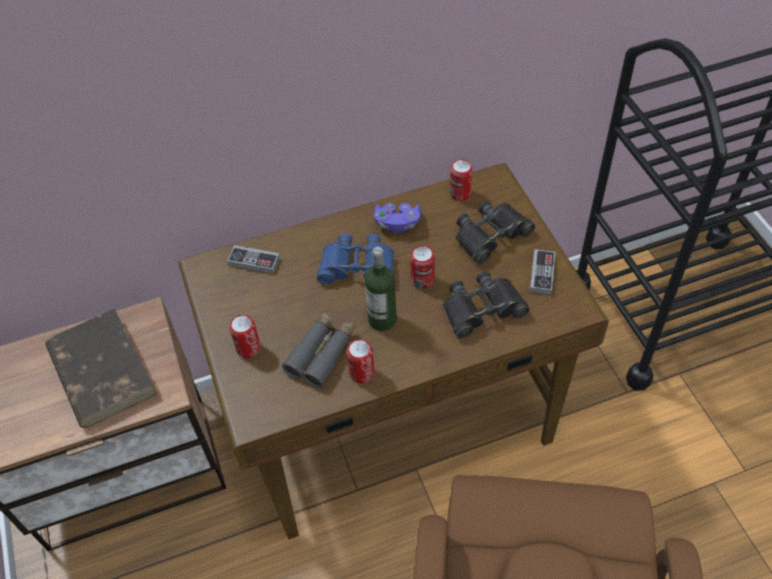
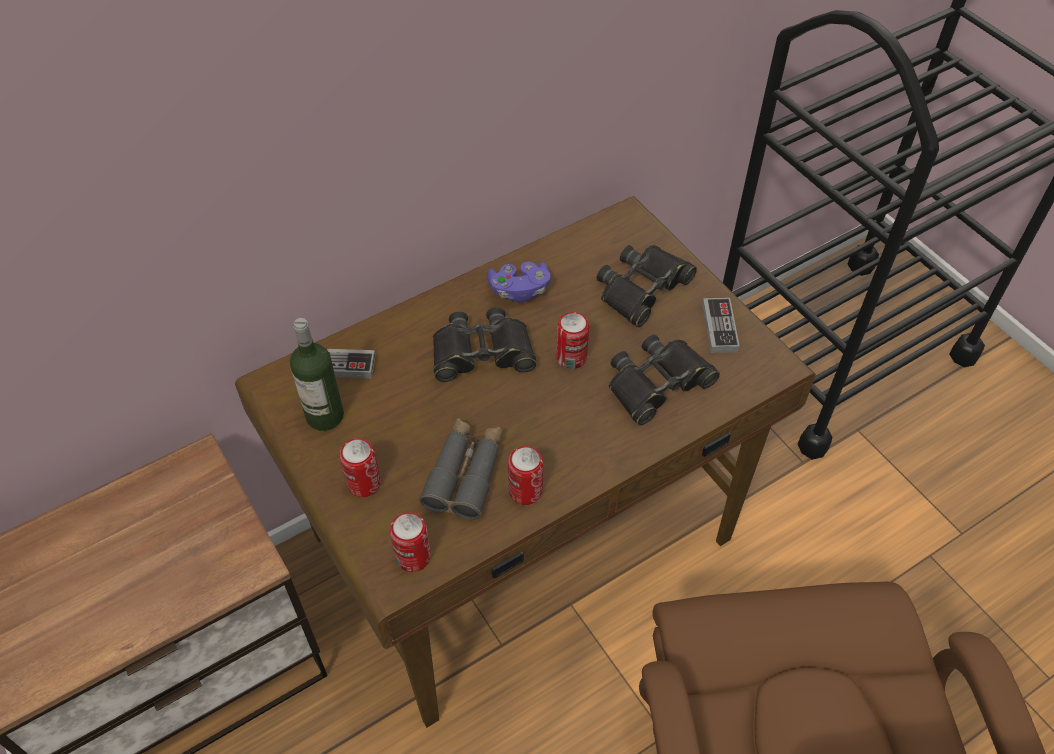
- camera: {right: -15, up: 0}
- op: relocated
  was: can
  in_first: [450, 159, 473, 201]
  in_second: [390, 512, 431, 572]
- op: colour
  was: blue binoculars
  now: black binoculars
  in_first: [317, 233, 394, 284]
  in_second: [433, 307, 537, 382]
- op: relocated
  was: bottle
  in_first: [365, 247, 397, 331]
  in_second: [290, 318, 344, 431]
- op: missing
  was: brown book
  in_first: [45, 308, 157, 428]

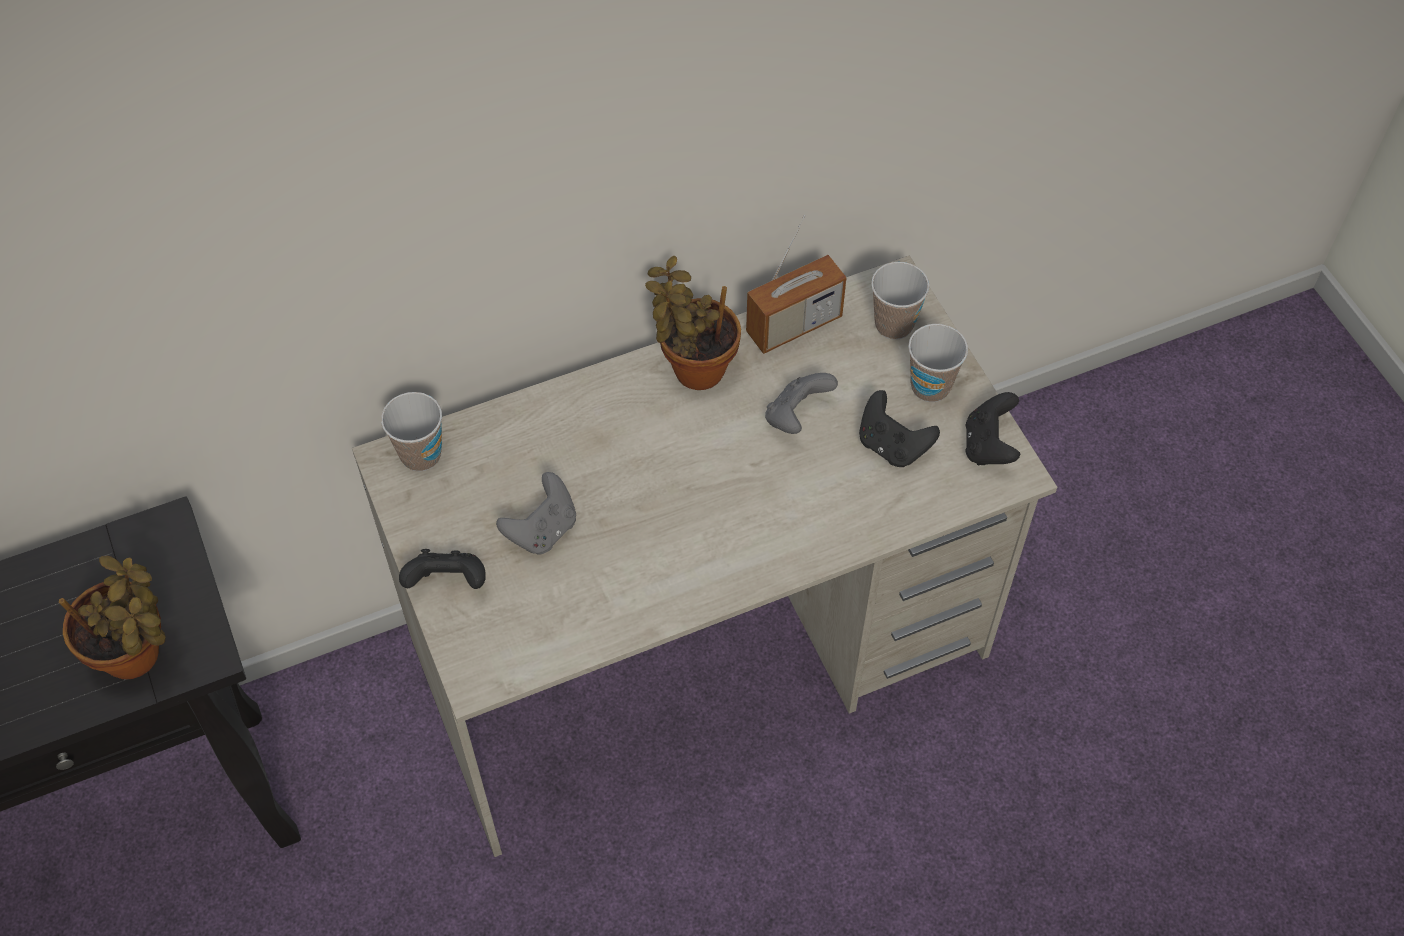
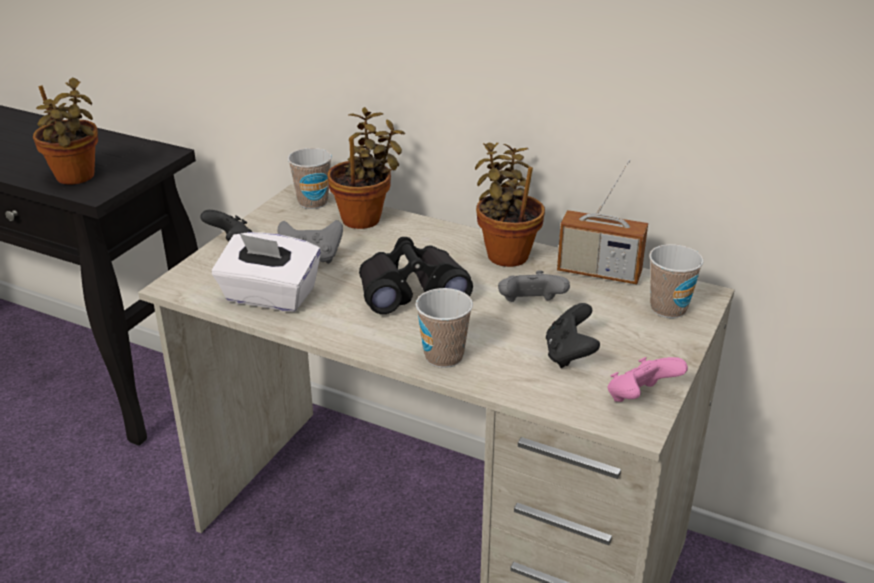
- camera: {right: 50, up: -25}
- op: relocated
  was: cup
  in_first: [908, 324, 968, 402]
  in_second: [415, 288, 473, 368]
- op: colour
  was: black game controller
  now: pink game controller
  in_first: [965, 392, 1020, 465]
  in_second: [608, 357, 688, 402]
- op: appeared
  now: potted plant
  in_second: [328, 107, 405, 229]
- op: appeared
  now: white tissue box
  in_second: [212, 232, 321, 312]
- op: appeared
  now: black binoculars
  in_second: [359, 237, 473, 314]

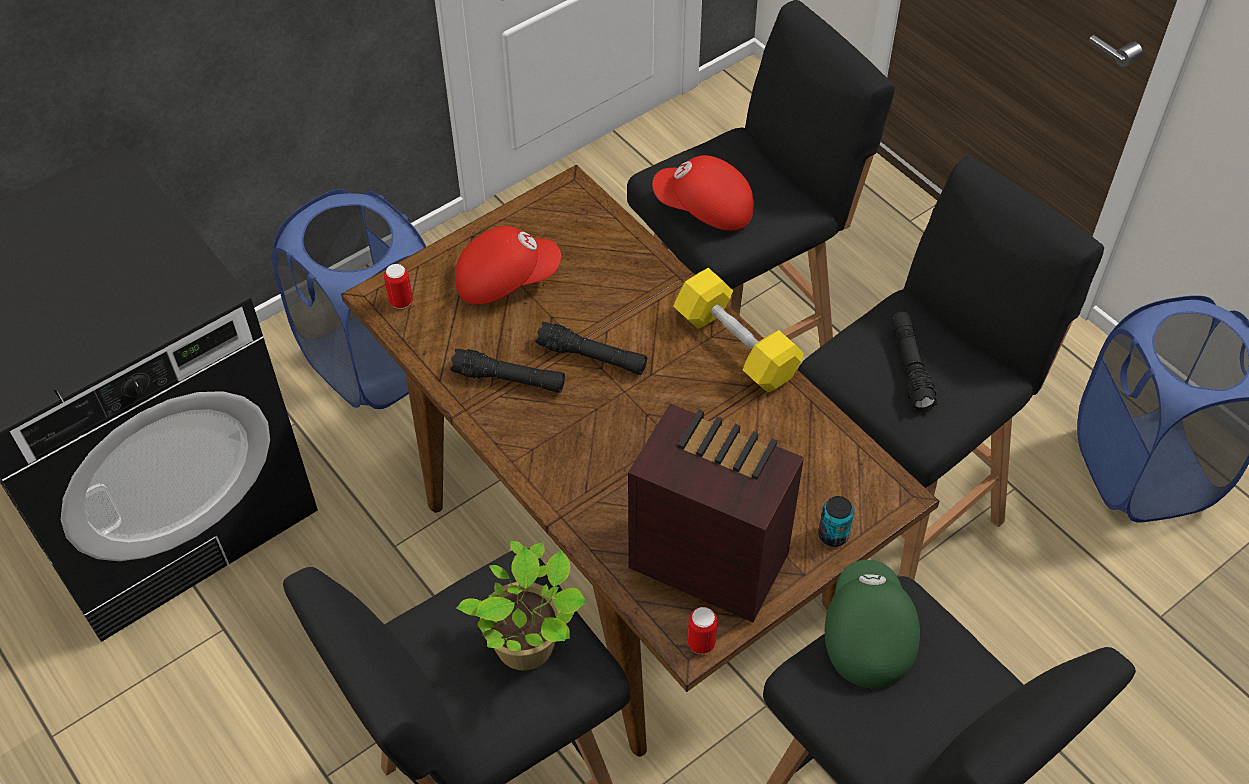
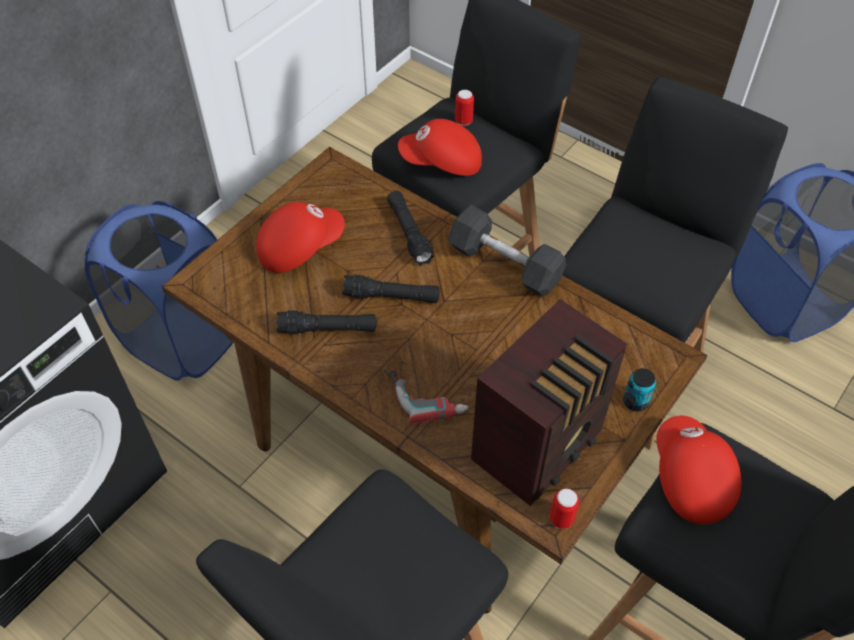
- camera: {right: -15, up: 0}
- op: relocated
  was: can
  in_first: [384, 264, 413, 309]
  in_second: [455, 90, 474, 126]
- op: colour
  was: yellow dumbbell
  now: black dumbbell
  in_first: [673, 268, 804, 393]
  in_second: [448, 205, 566, 297]
- op: relocated
  was: black flashlight
  in_first: [891, 312, 937, 412]
  in_second: [387, 191, 435, 266]
- op: spun
  was: radio
  in_first: [628, 403, 804, 622]
  in_second: [471, 299, 627, 506]
  clockwise: 120
- op: missing
  was: potted plant
  in_first: [456, 541, 586, 671]
- op: colour
  was: green cap
  now: red cap
  in_first: [825, 560, 920, 688]
  in_second: [656, 416, 741, 524]
- op: appeared
  now: power drill
  in_second: [383, 367, 469, 424]

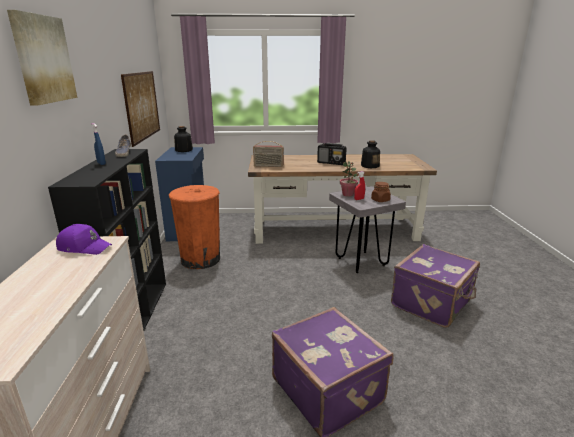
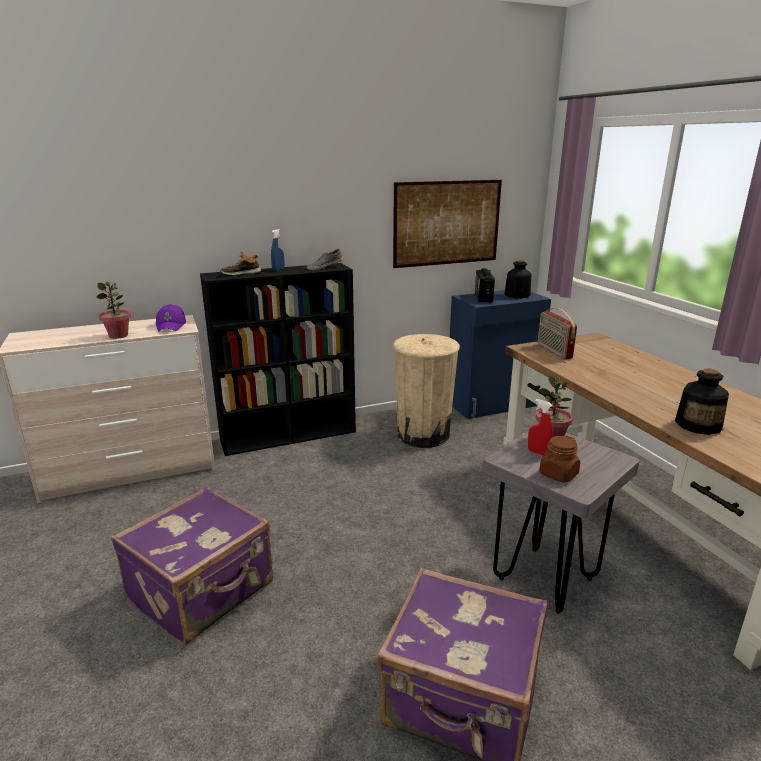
- camera: {right: 70, up: 0}
- op: missing
  was: picture
  in_first: [7, 10, 77, 105]
- op: relocated
  was: radio
  in_first: [317, 143, 347, 165]
  in_second: [475, 268, 495, 303]
- op: colour
  was: orange trash can
  now: beige trash can
  in_first: [169, 185, 220, 269]
  in_second: [393, 334, 460, 448]
- op: appeared
  now: shoe
  in_second: [220, 252, 261, 275]
- op: appeared
  now: potted plant
  in_second: [96, 281, 131, 339]

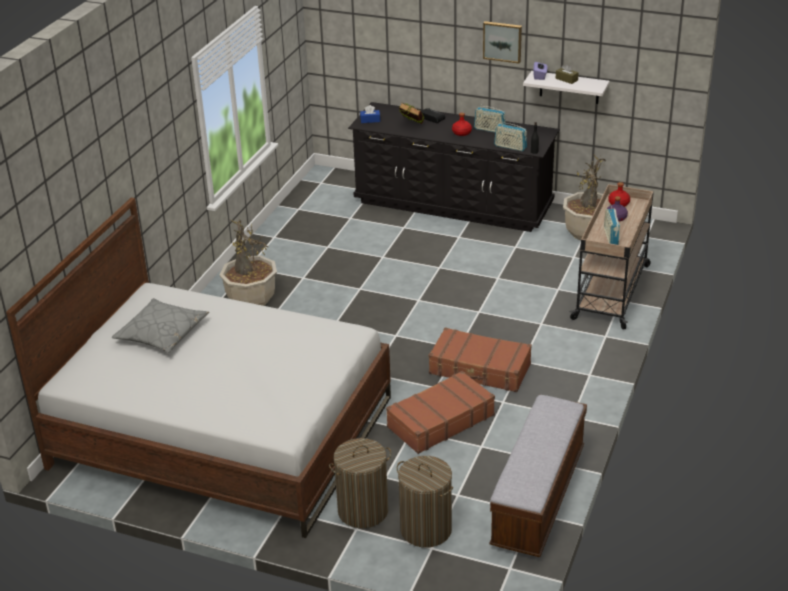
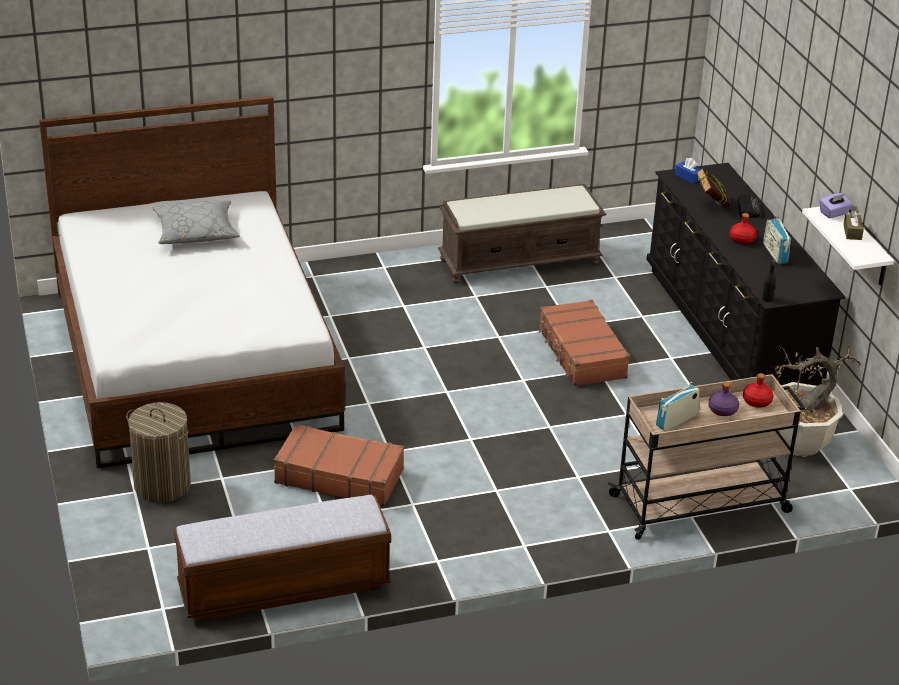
- camera: {right: 50, up: 0}
- op: missing
  was: picture
  in_first: [483, 21, 522, 63]
- op: missing
  was: radio
  in_first: [494, 123, 527, 151]
- op: missing
  was: potted plant
  in_first: [220, 219, 277, 306]
- op: relocated
  was: brown suitcase
  in_first: [429, 327, 532, 392]
  in_second: [538, 300, 630, 386]
- op: missing
  was: laundry basket
  in_first: [397, 456, 453, 548]
- op: appeared
  now: brown bench
  in_second: [438, 184, 607, 284]

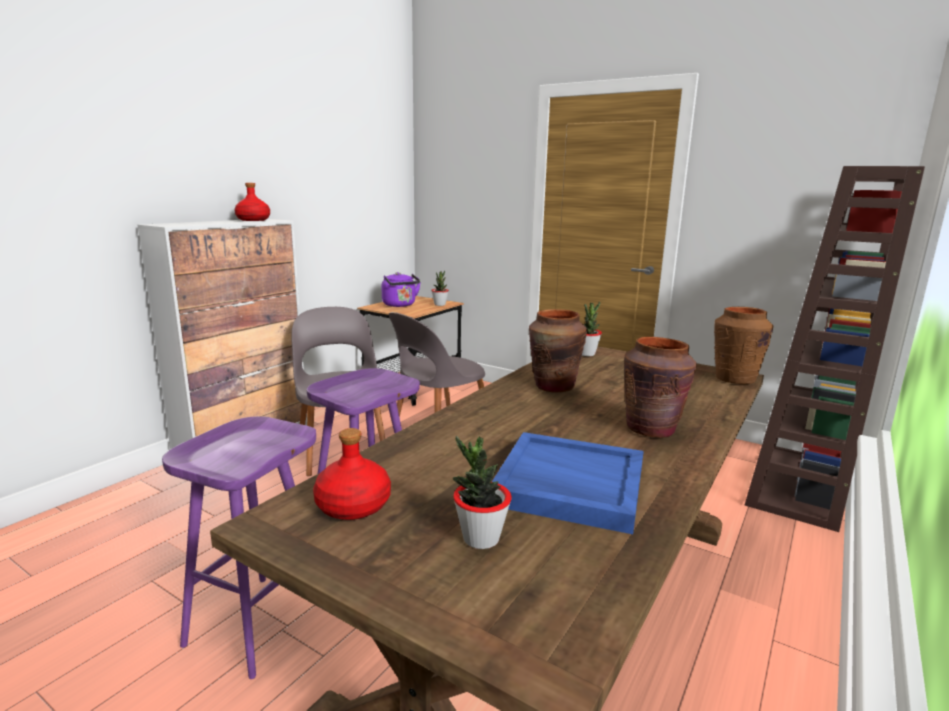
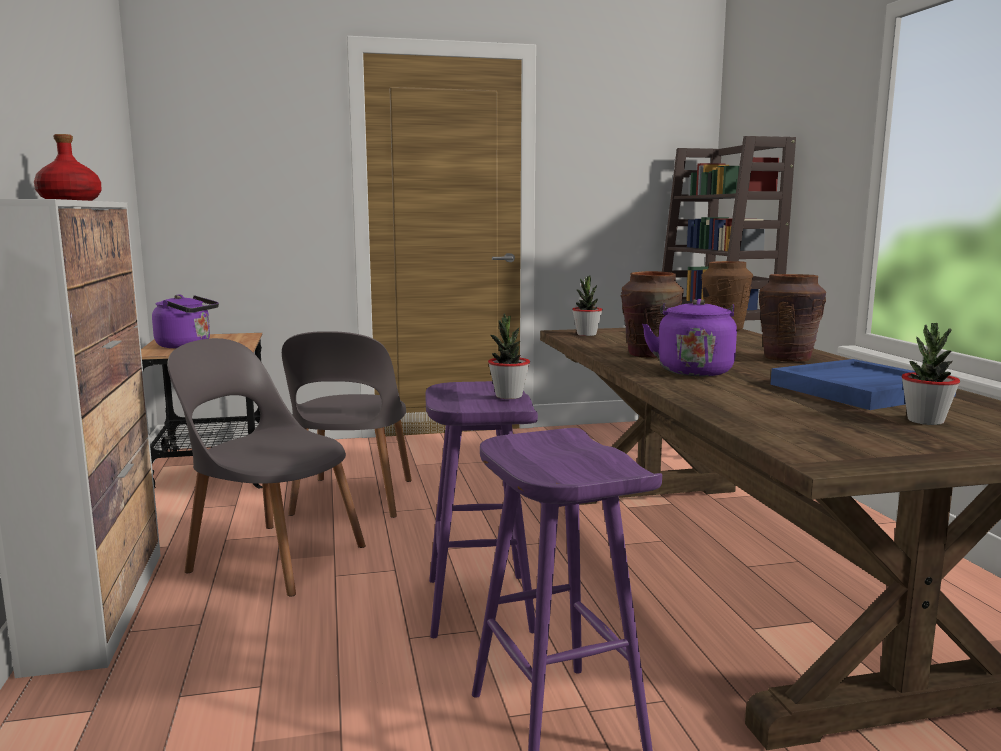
- camera: {right: -45, up: -5}
- op: relocated
  was: potted plant
  in_first: [431, 270, 449, 306]
  in_second: [488, 313, 530, 399]
- op: missing
  was: red bottle
  in_first: [313, 428, 391, 520]
- op: appeared
  now: purple kettle
  in_second: [642, 299, 737, 376]

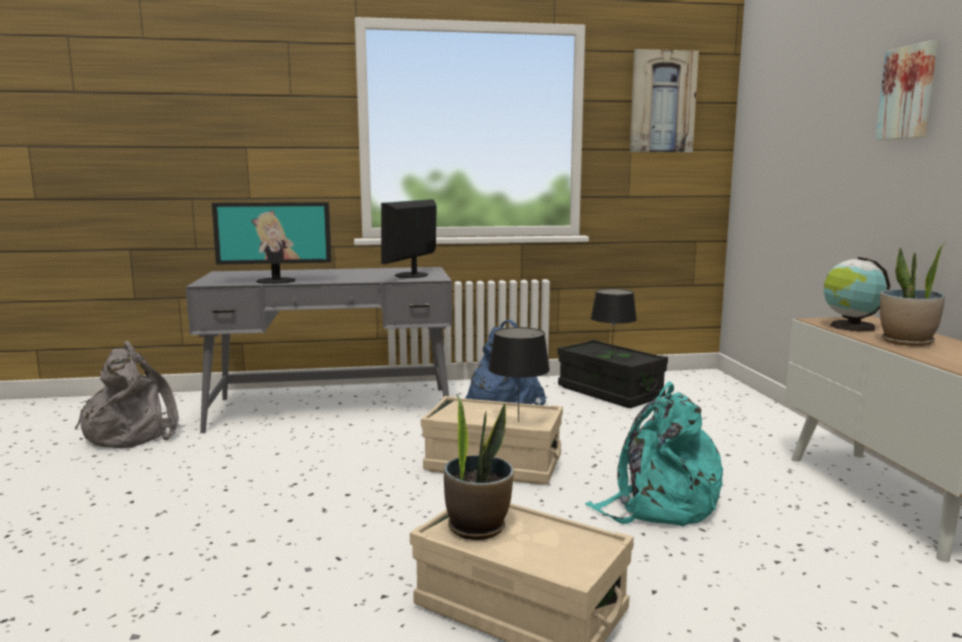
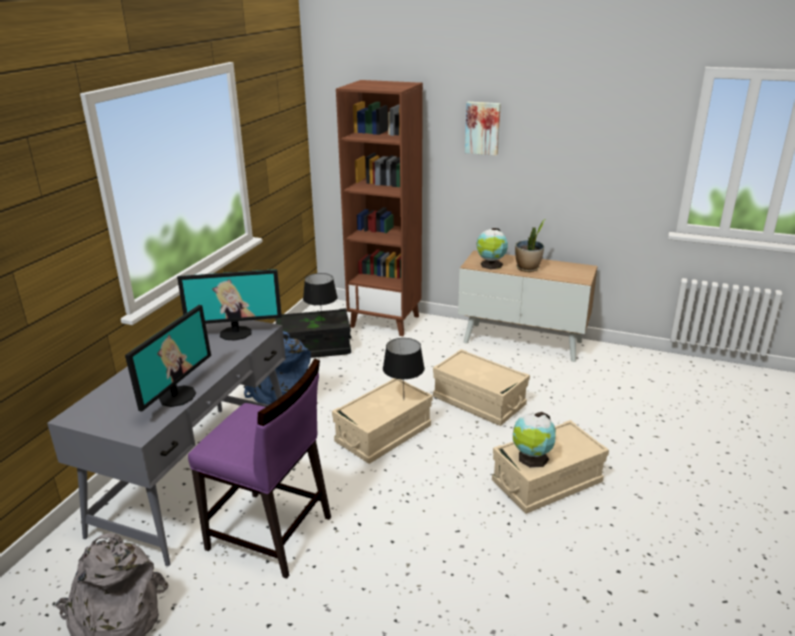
- camera: {right: -60, up: 15}
- op: missing
  was: picture
  in_first: [630, 49, 699, 152]
- op: spun
  was: monitor
  in_first: [381, 199, 437, 278]
  in_second: [177, 269, 282, 340]
  clockwise: -60
- op: exchanged
  was: turquoise backpack
  now: beige storage box
  in_first: [585, 381, 723, 526]
  in_second: [433, 349, 530, 426]
- op: exchanged
  was: potted plant
  now: globe
  in_first: [444, 395, 514, 540]
  in_second: [513, 412, 556, 468]
- op: appeared
  now: brown bookcase
  in_second: [336, 80, 423, 336]
- op: appeared
  now: purple chair
  in_second: [188, 358, 331, 579]

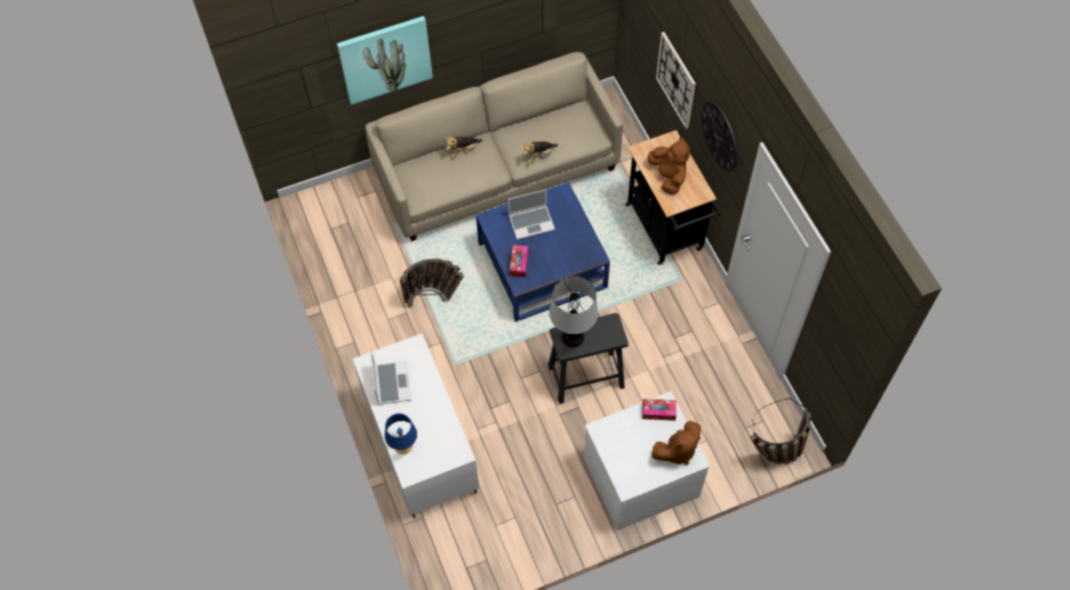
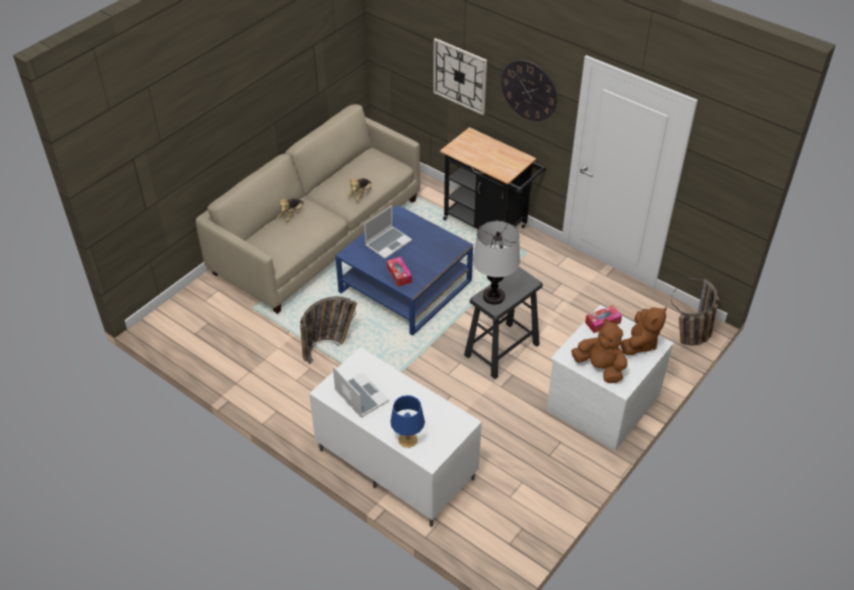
- camera: {right: -30, up: -15}
- op: missing
  was: picture
  in_first: [337, 16, 433, 105]
- op: relocated
  was: brown plush toy
  in_first: [648, 136, 690, 195]
  in_second: [571, 319, 627, 383]

